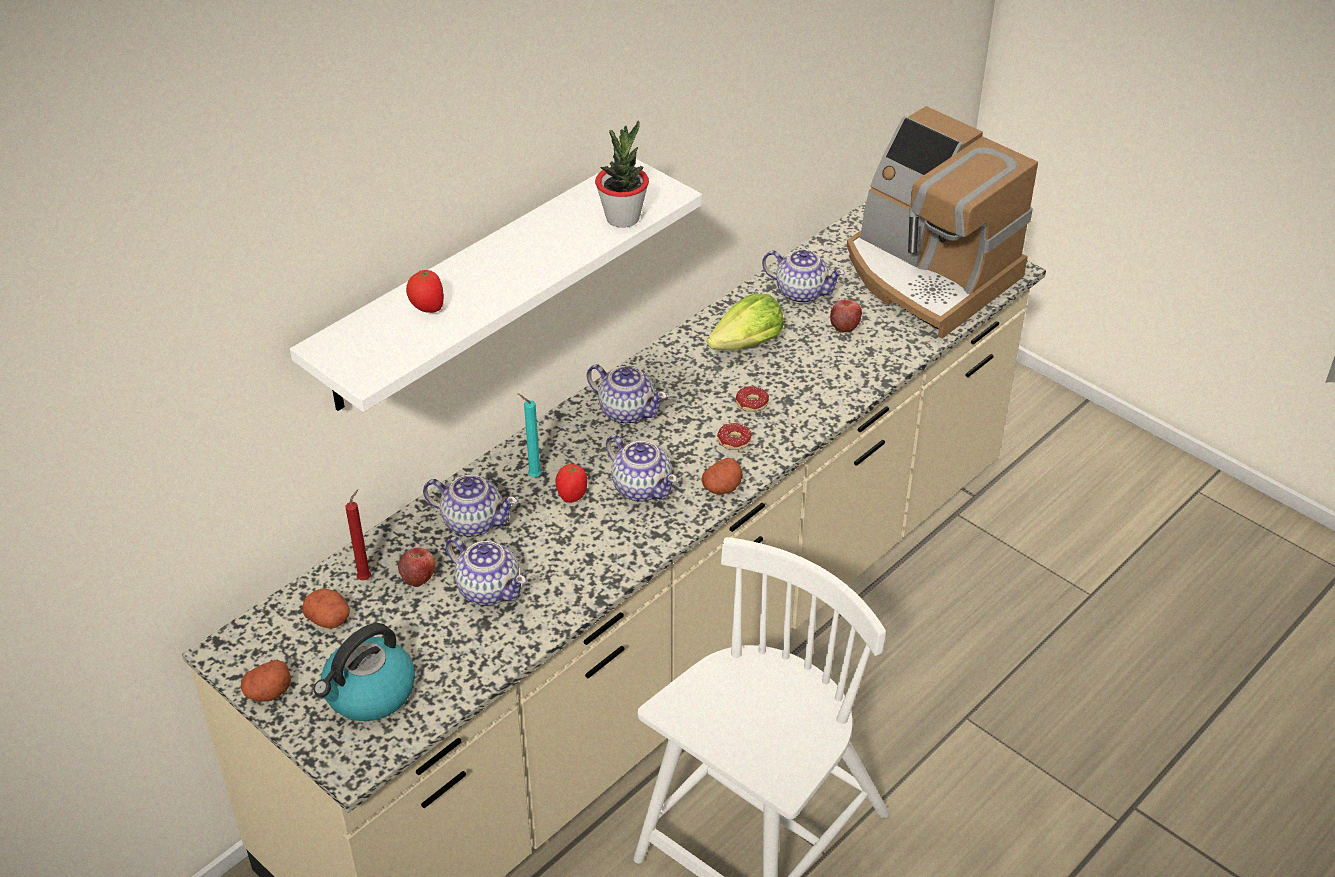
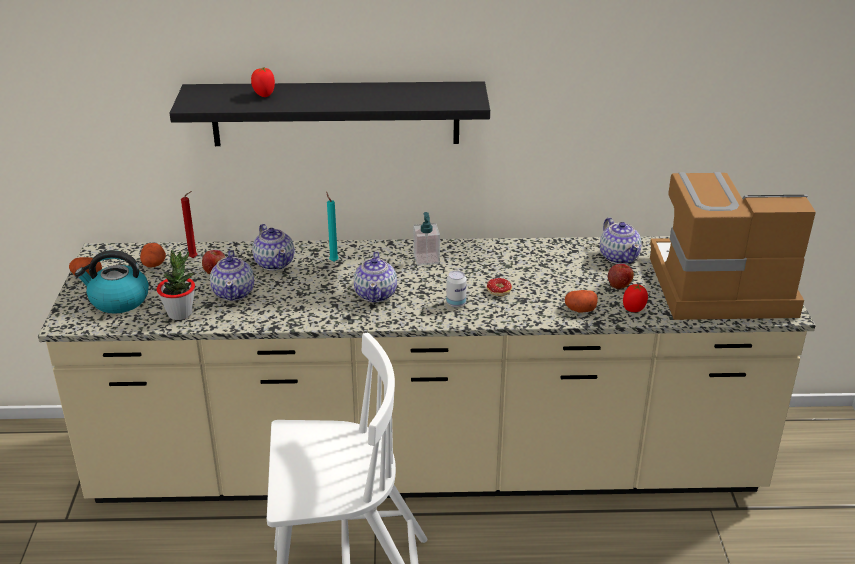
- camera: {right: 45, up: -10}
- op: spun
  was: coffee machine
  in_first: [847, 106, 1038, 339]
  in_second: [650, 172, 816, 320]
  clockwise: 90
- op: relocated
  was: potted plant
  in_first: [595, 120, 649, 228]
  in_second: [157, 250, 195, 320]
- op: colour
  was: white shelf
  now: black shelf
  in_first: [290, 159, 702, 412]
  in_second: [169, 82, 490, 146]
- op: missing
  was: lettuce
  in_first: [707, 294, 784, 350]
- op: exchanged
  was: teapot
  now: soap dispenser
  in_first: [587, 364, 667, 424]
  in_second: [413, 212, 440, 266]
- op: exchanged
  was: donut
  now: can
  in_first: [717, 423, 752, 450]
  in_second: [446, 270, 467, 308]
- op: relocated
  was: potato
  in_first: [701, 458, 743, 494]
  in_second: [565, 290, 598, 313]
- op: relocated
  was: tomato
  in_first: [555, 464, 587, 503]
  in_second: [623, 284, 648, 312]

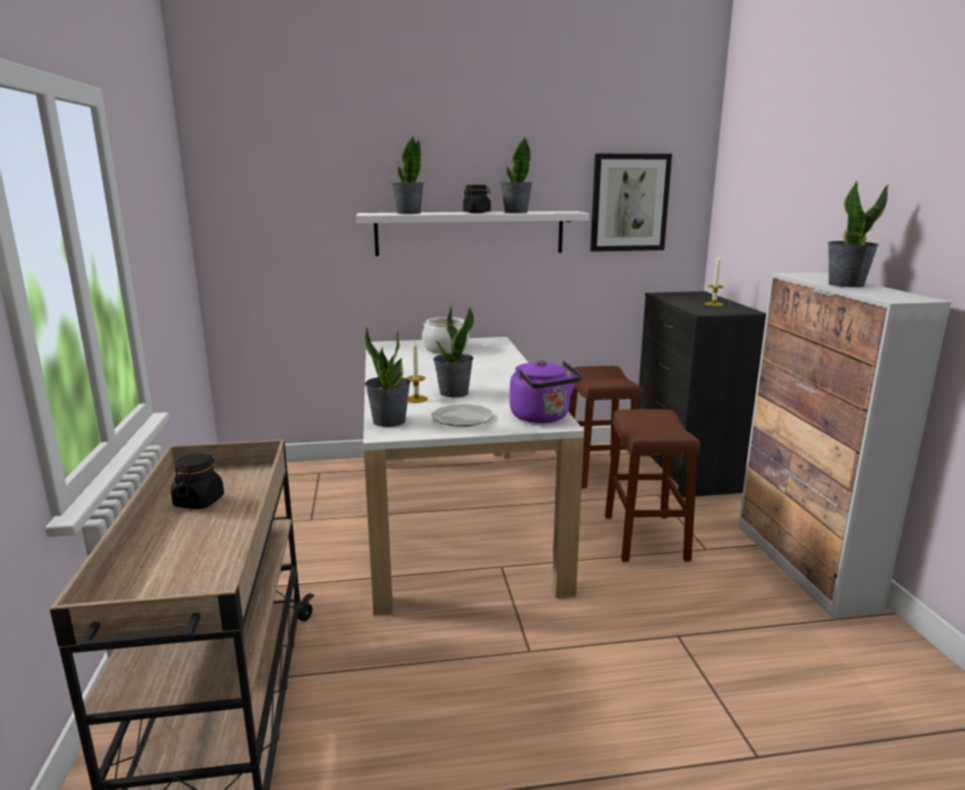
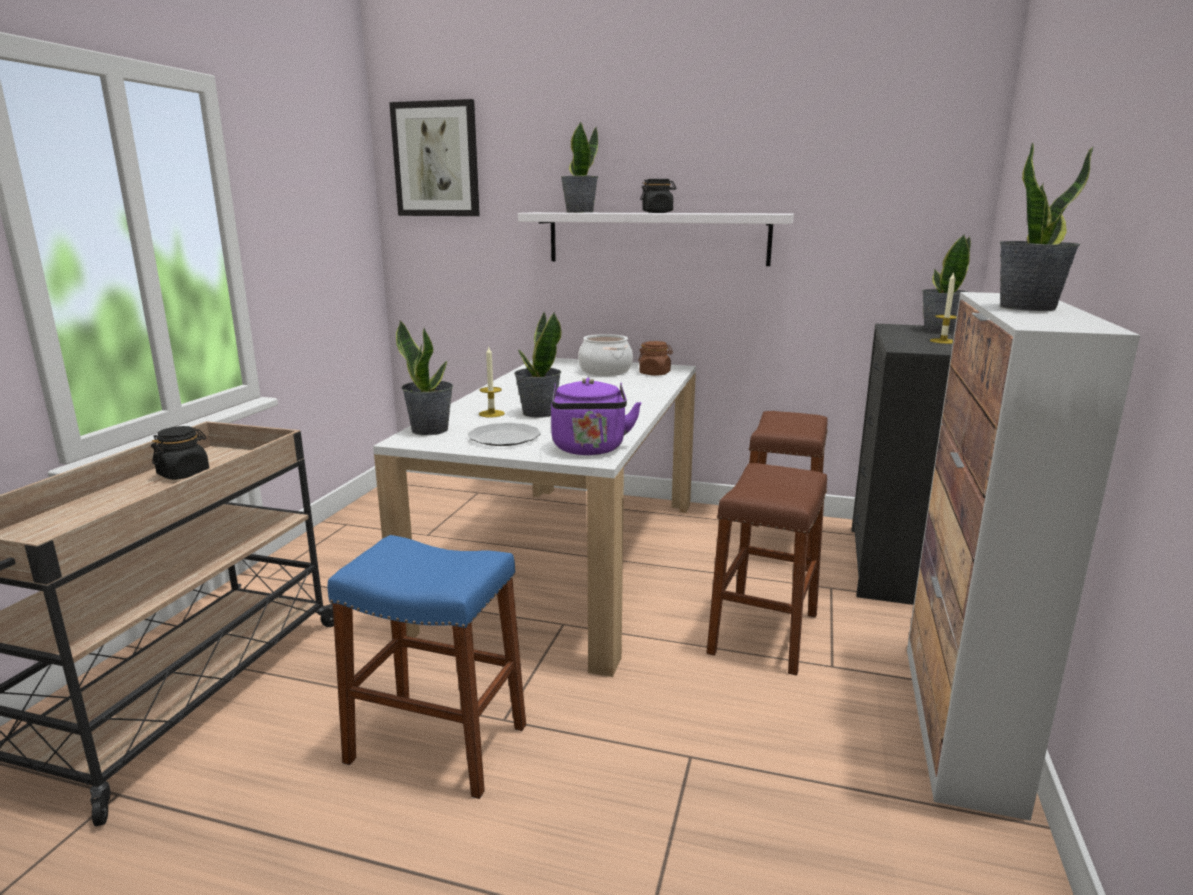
- camera: {right: 25, up: 0}
- op: relocated
  was: potted plant
  in_first: [500, 137, 532, 213]
  in_second: [922, 235, 971, 332]
- op: relocated
  was: picture
  in_first: [590, 154, 672, 252]
  in_second: [389, 99, 480, 216]
- op: appeared
  now: brown jar
  in_second: [638, 341, 673, 376]
- op: appeared
  now: blue stool
  in_second: [328, 535, 526, 799]

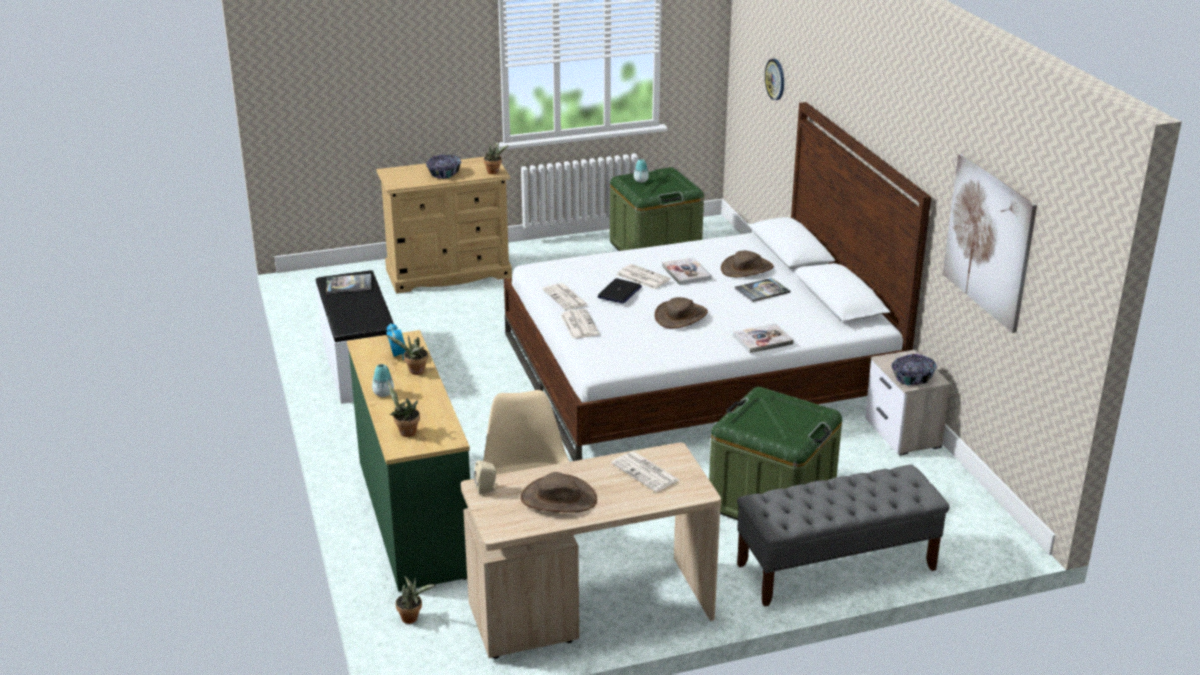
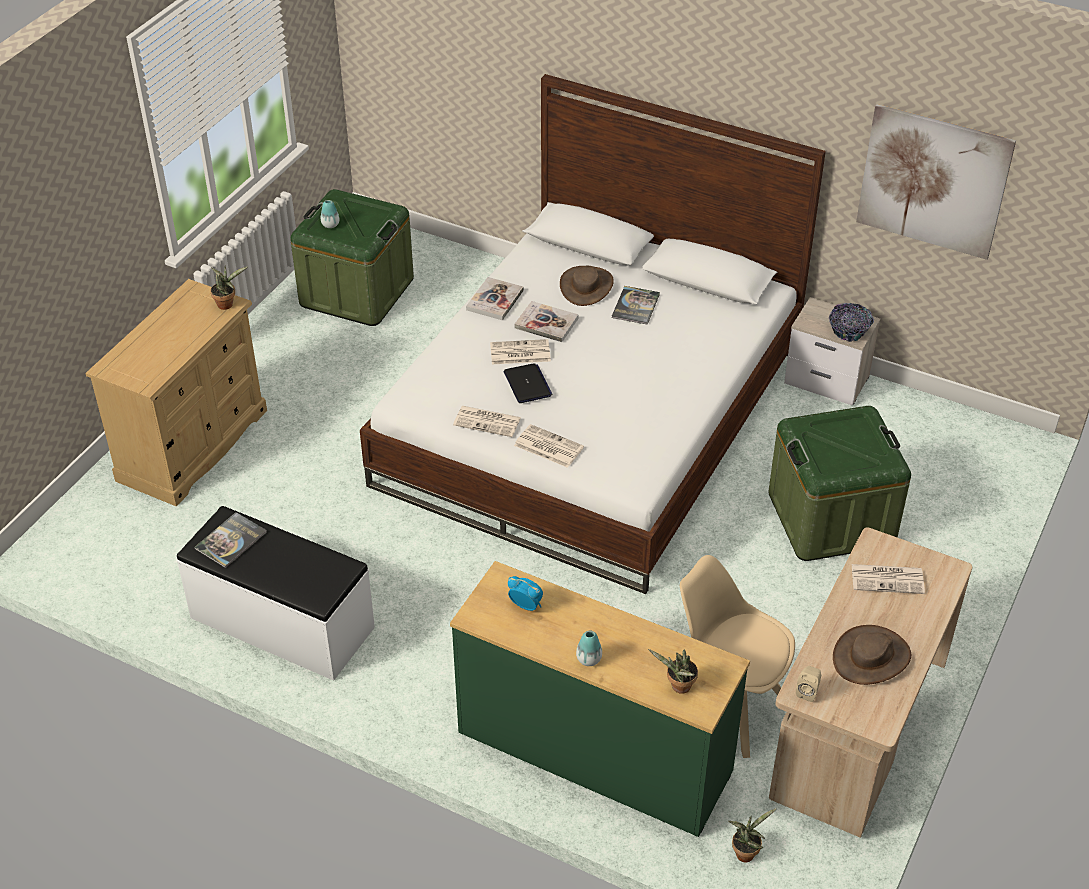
- camera: {right: -45, up: 15}
- op: missing
  was: wall clock
  in_first: [765, 59, 784, 100]
- op: missing
  was: bowl
  in_first: [426, 155, 461, 179]
- op: missing
  was: brown hat
  in_first: [655, 297, 708, 328]
- op: relocated
  was: book
  in_first: [733, 323, 794, 353]
  in_second: [466, 277, 524, 320]
- op: missing
  was: potted plant
  in_first: [386, 335, 428, 375]
- op: missing
  was: grey bench
  in_first: [737, 464, 950, 607]

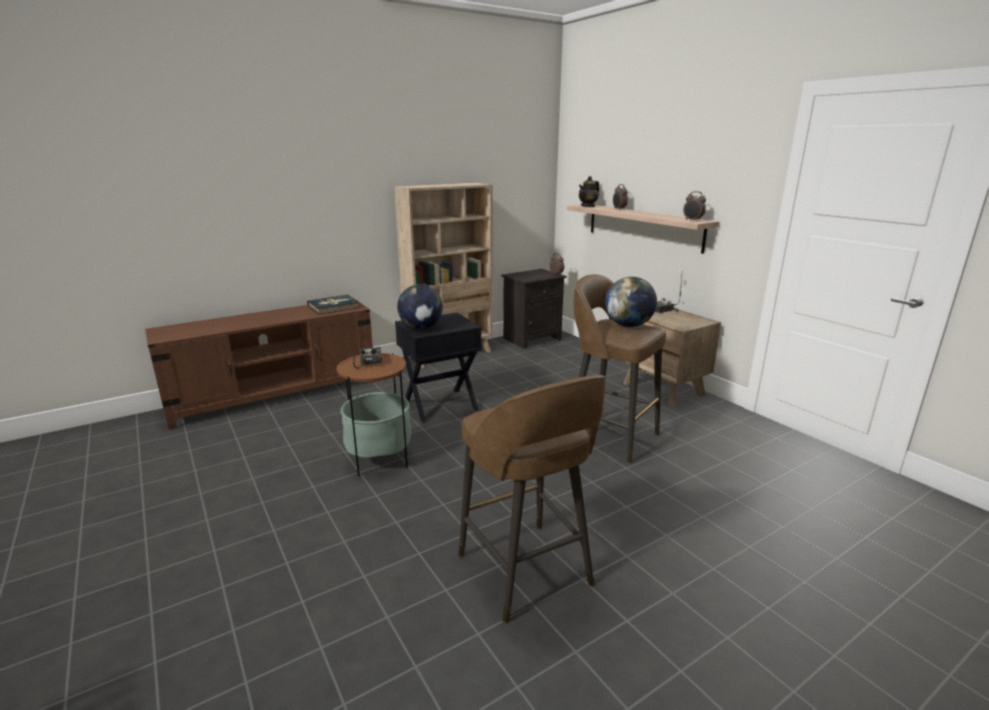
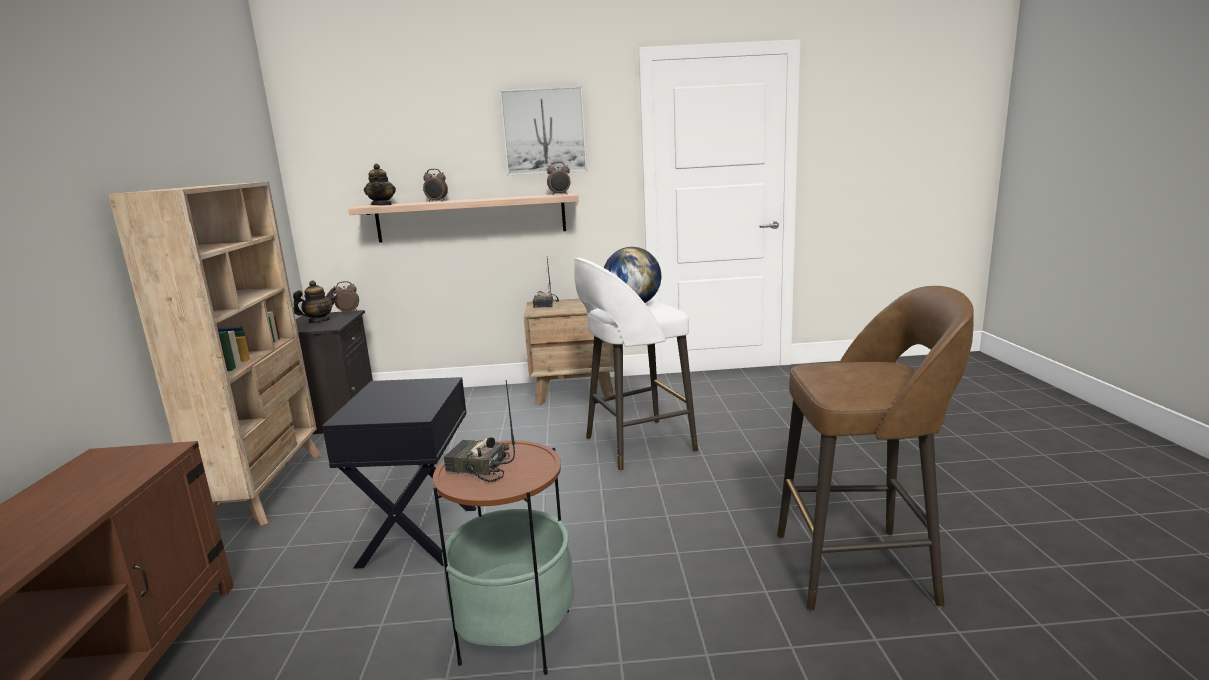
- camera: {right: -60, up: -5}
- op: colour
  was: brown stool
  now: white stool
  in_first: [574, 274, 666, 464]
  in_second: [574, 258, 698, 471]
- op: missing
  was: globe
  in_first: [397, 284, 443, 329]
- op: missing
  was: book
  in_first: [307, 295, 360, 315]
- op: appeared
  now: picture
  in_second: [499, 86, 587, 175]
- op: appeared
  now: teapot
  in_second: [293, 280, 336, 323]

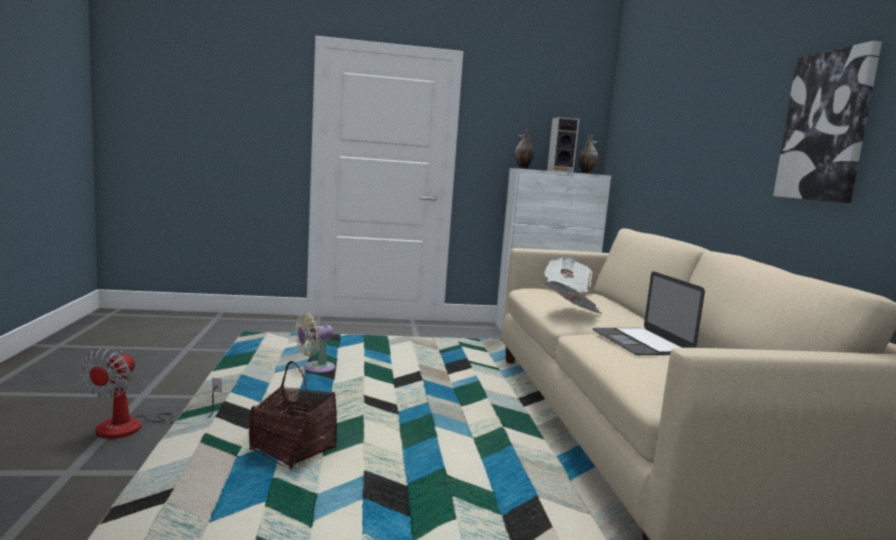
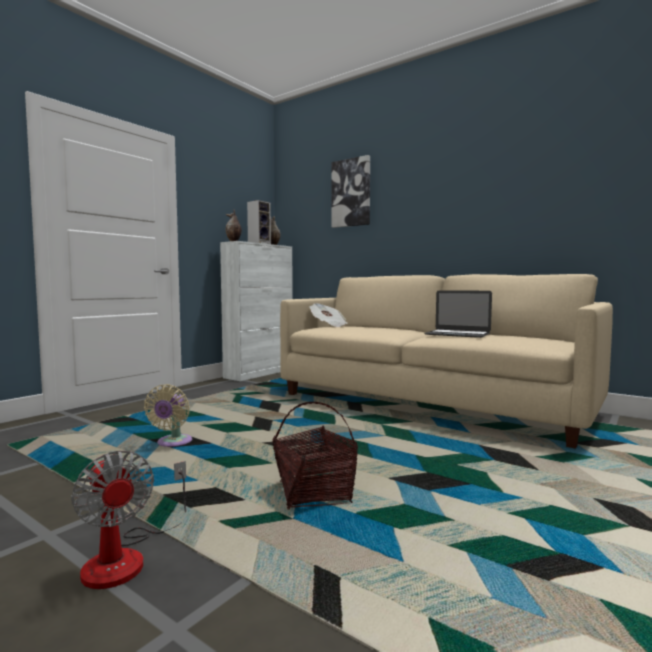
- camera: {right: -45, up: -5}
- op: relocated
  was: picture
  in_first: [773, 41, 882, 203]
  in_second: [331, 155, 370, 228]
- op: missing
  was: newspaper
  in_first: [544, 281, 602, 313]

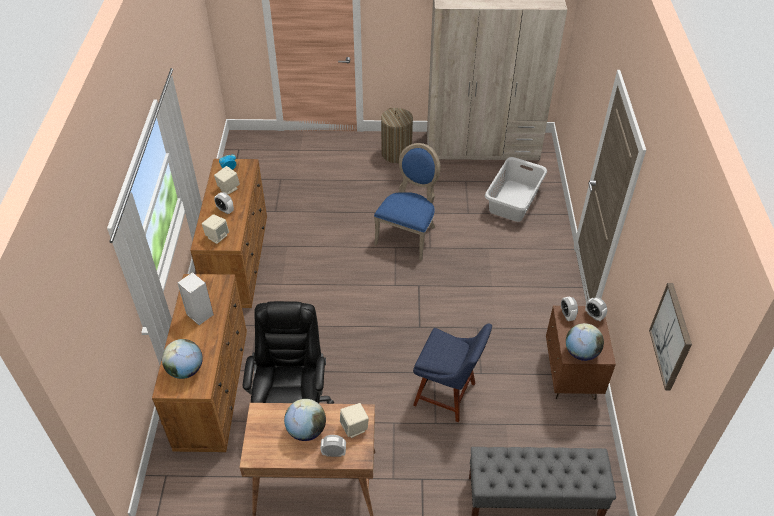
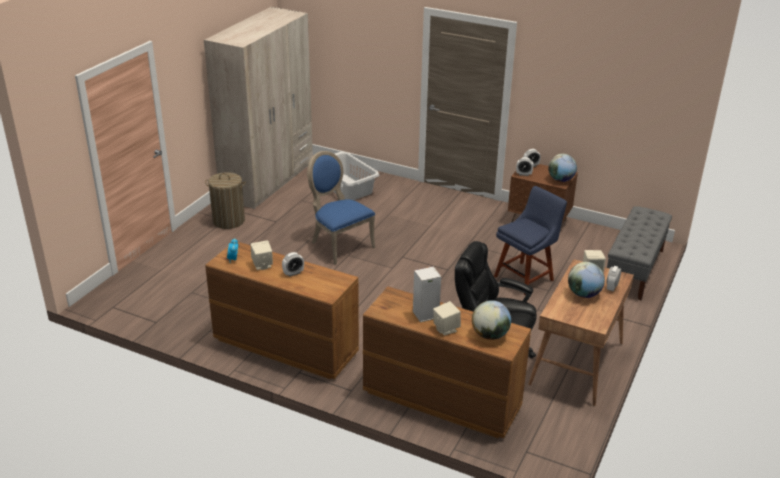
- camera: {right: -65, up: -15}
- op: relocated
  was: beige speaker
  in_first: [202, 214, 229, 244]
  in_second: [433, 301, 461, 335]
- op: missing
  was: picture
  in_first: [649, 283, 692, 390]

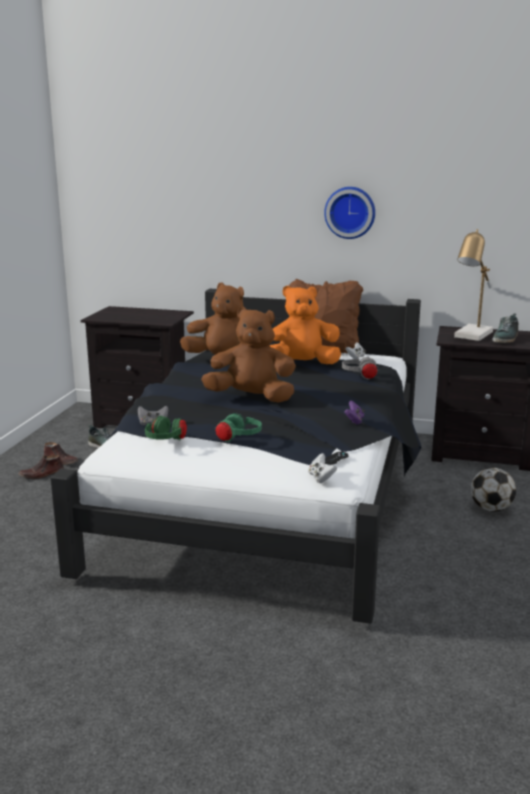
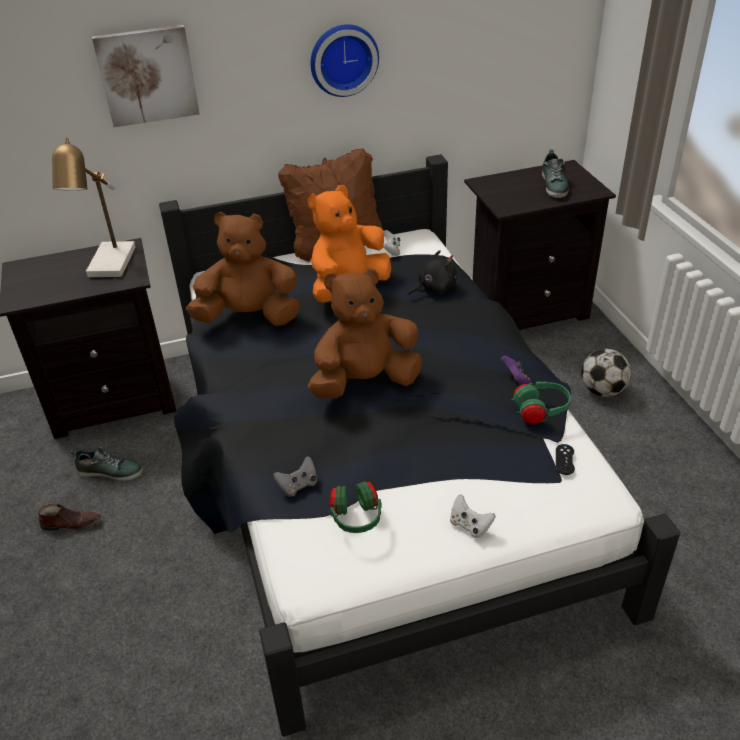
- camera: {right: -30, up: 20}
- op: relocated
  was: table lamp
  in_first: [454, 229, 493, 341]
  in_second: [52, 138, 136, 277]
- op: exchanged
  was: grey headphones
  now: black plush toy
  in_first: [342, 357, 379, 379]
  in_second: [408, 250, 457, 296]
- op: relocated
  was: green headphones
  in_first: [215, 413, 262, 442]
  in_second: [511, 381, 571, 424]
- op: relocated
  was: white game controller
  in_first: [308, 453, 337, 483]
  in_second: [450, 494, 495, 538]
- op: missing
  was: brown shoe
  in_first: [18, 455, 64, 479]
- op: appeared
  now: picture
  in_second: [92, 25, 200, 127]

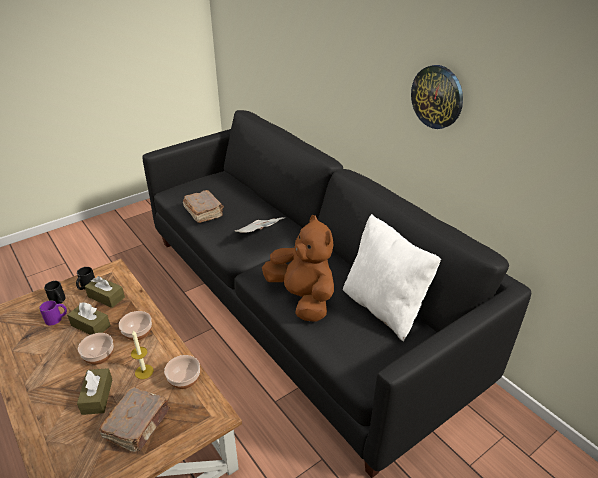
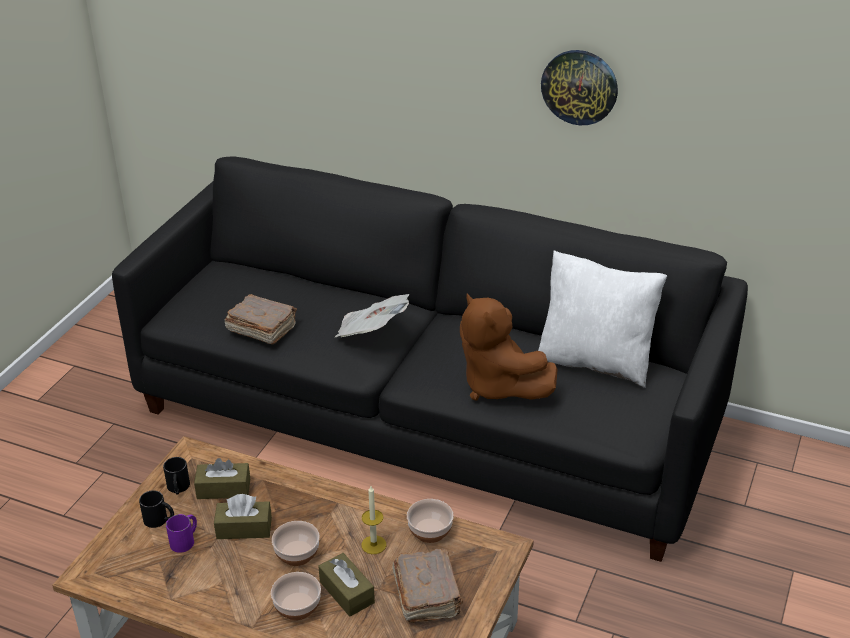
- camera: {right: -30, up: 0}
- op: spun
  was: brown plush toy
  in_first: [262, 215, 334, 322]
  in_second: [460, 294, 558, 401]
  clockwise: -150
- op: relocated
  was: bowl
  in_first: [119, 311, 152, 341]
  in_second: [271, 572, 321, 620]

